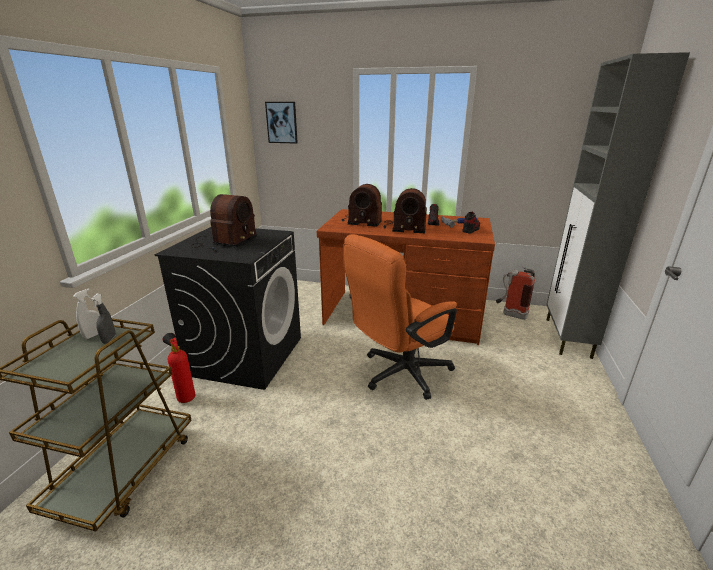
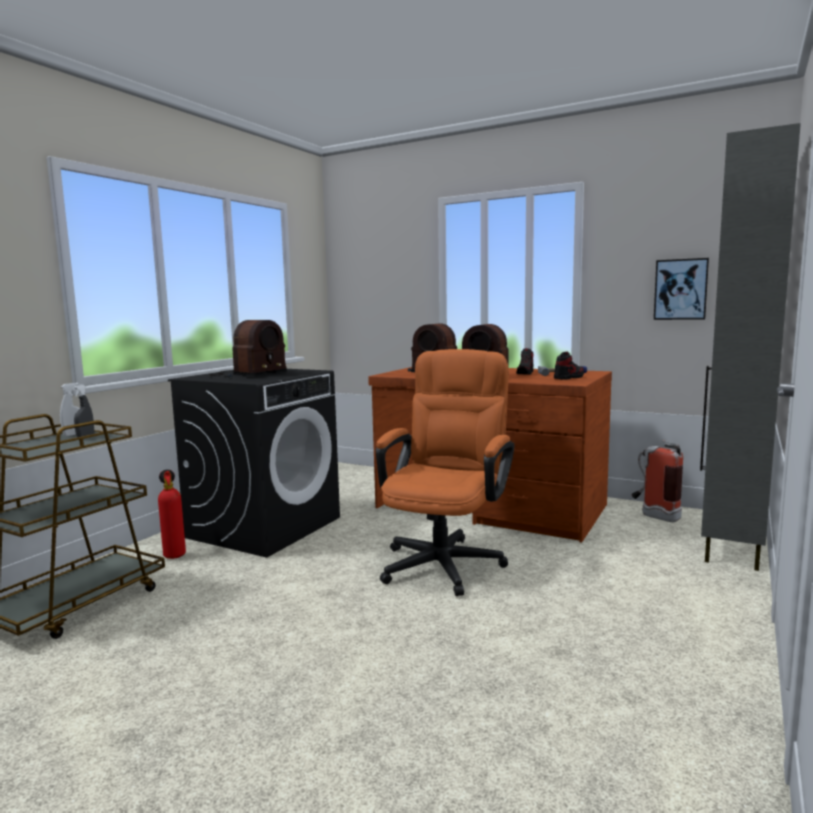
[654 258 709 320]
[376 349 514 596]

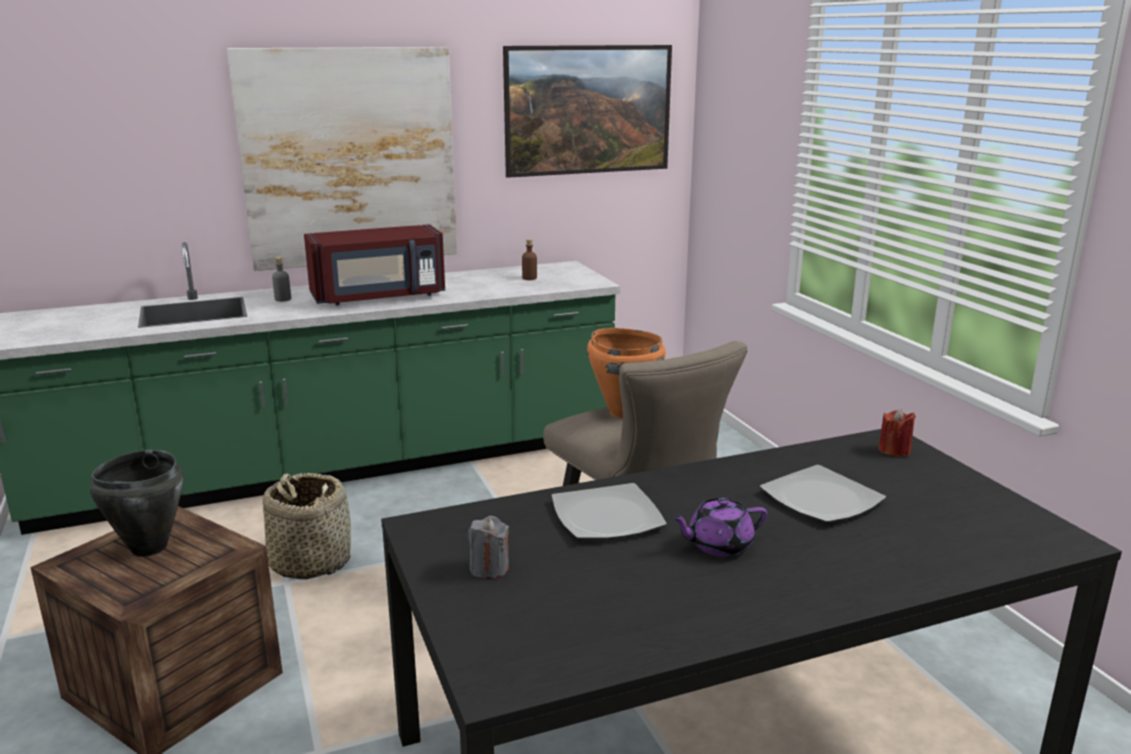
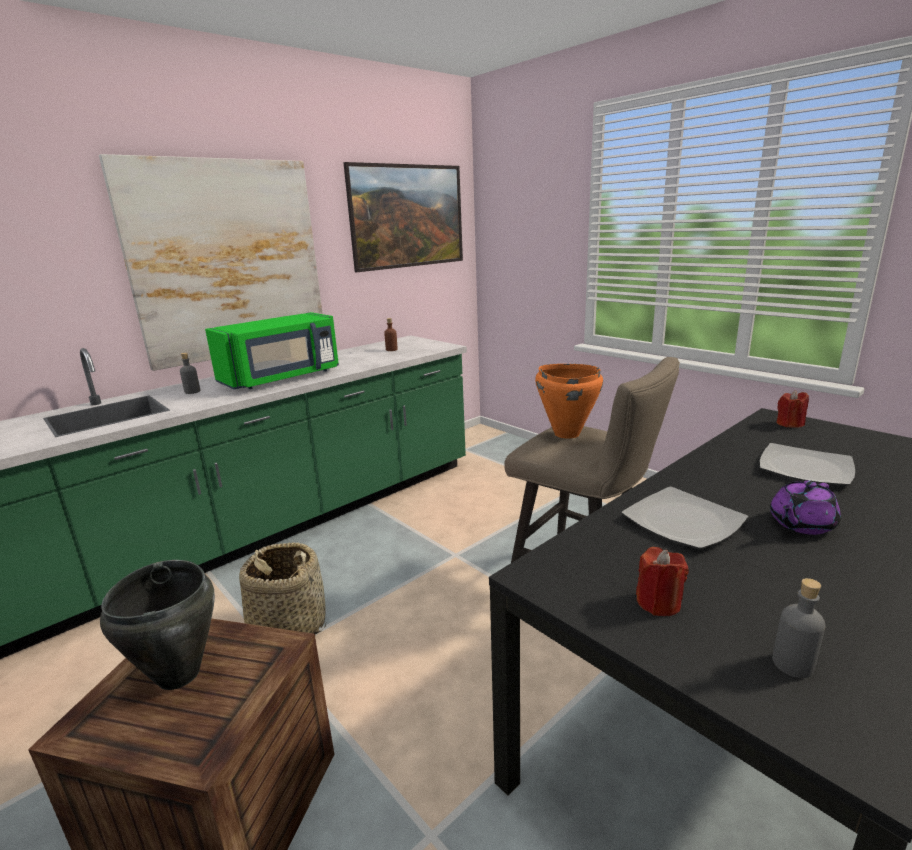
[772 578 825 678]
[205 312 339 390]
[636 547 689 616]

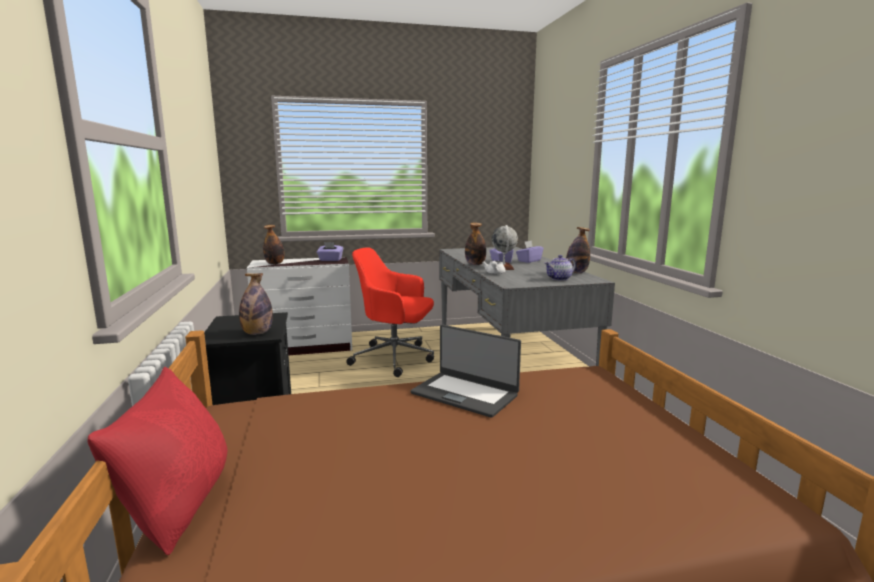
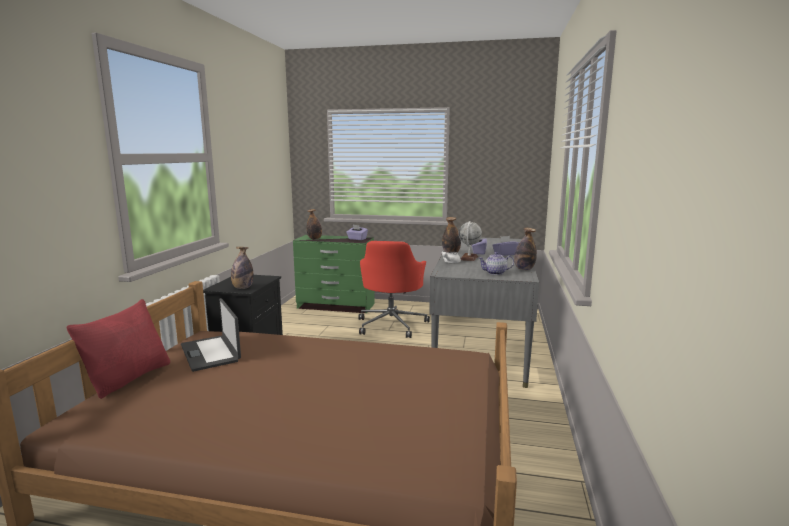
[181 298 241 372]
[293 235 375 313]
[358 241 430 338]

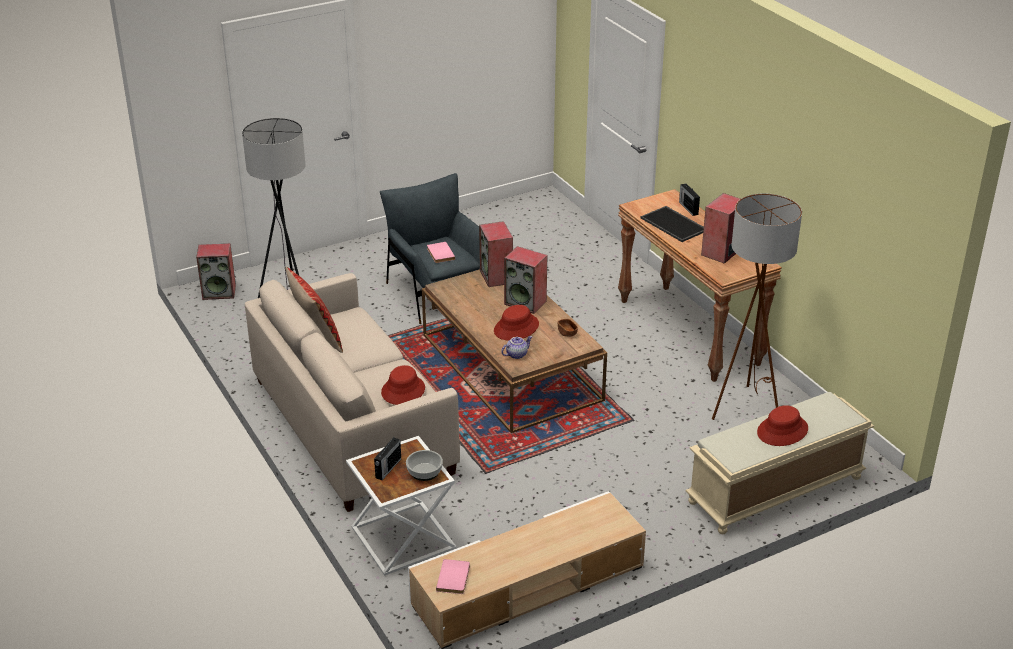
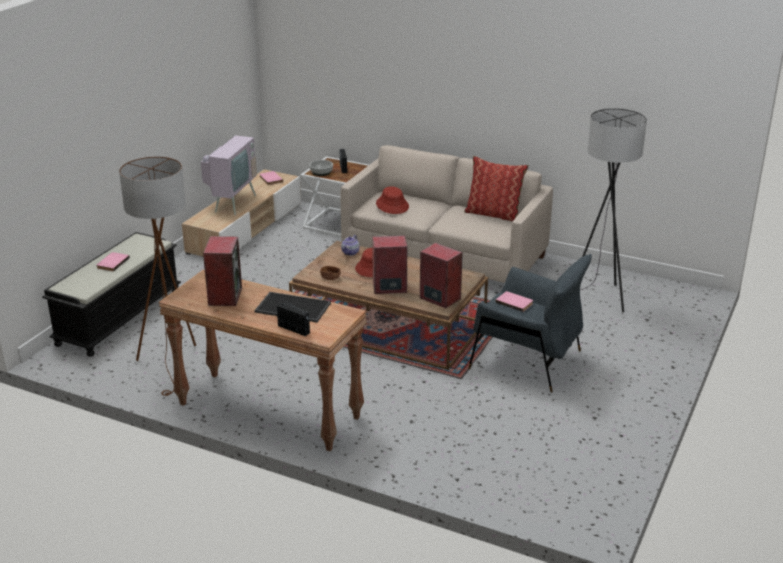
[196 243 236 300] (first image)
[199 125 257 215]
[97 252 130 271]
[42 232 181 357]

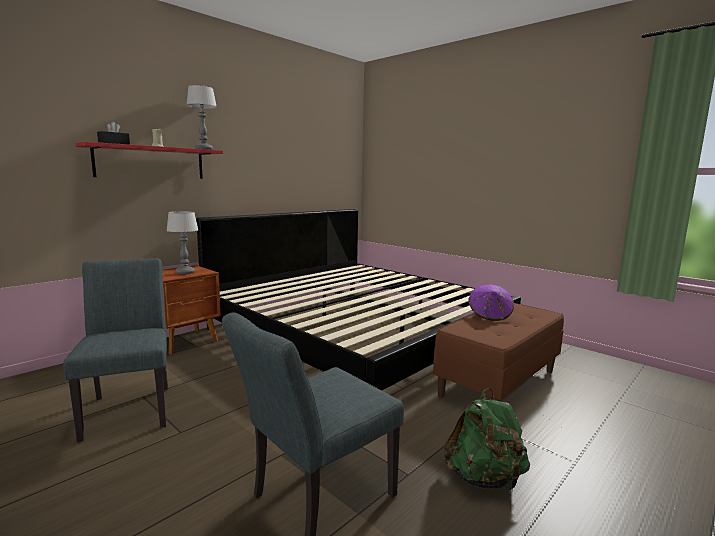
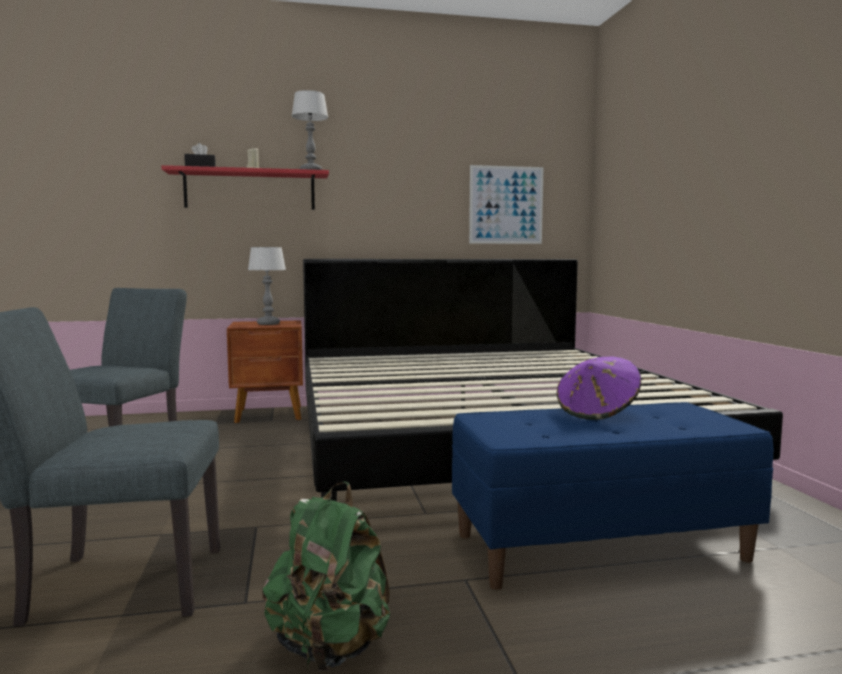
[469 165 544 244]
[452 402 773 590]

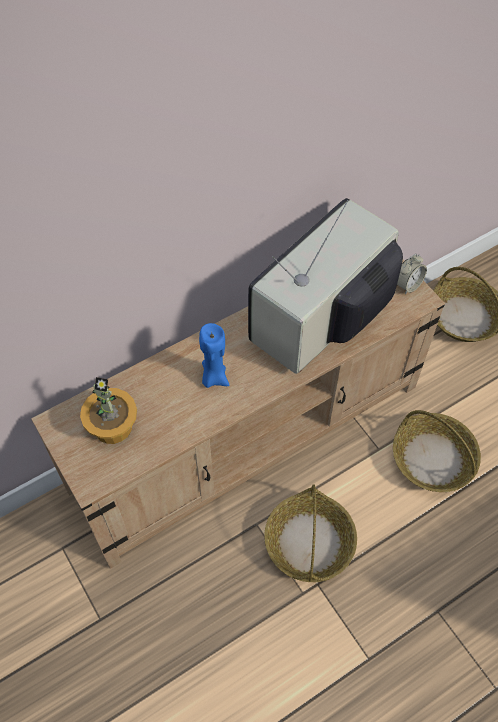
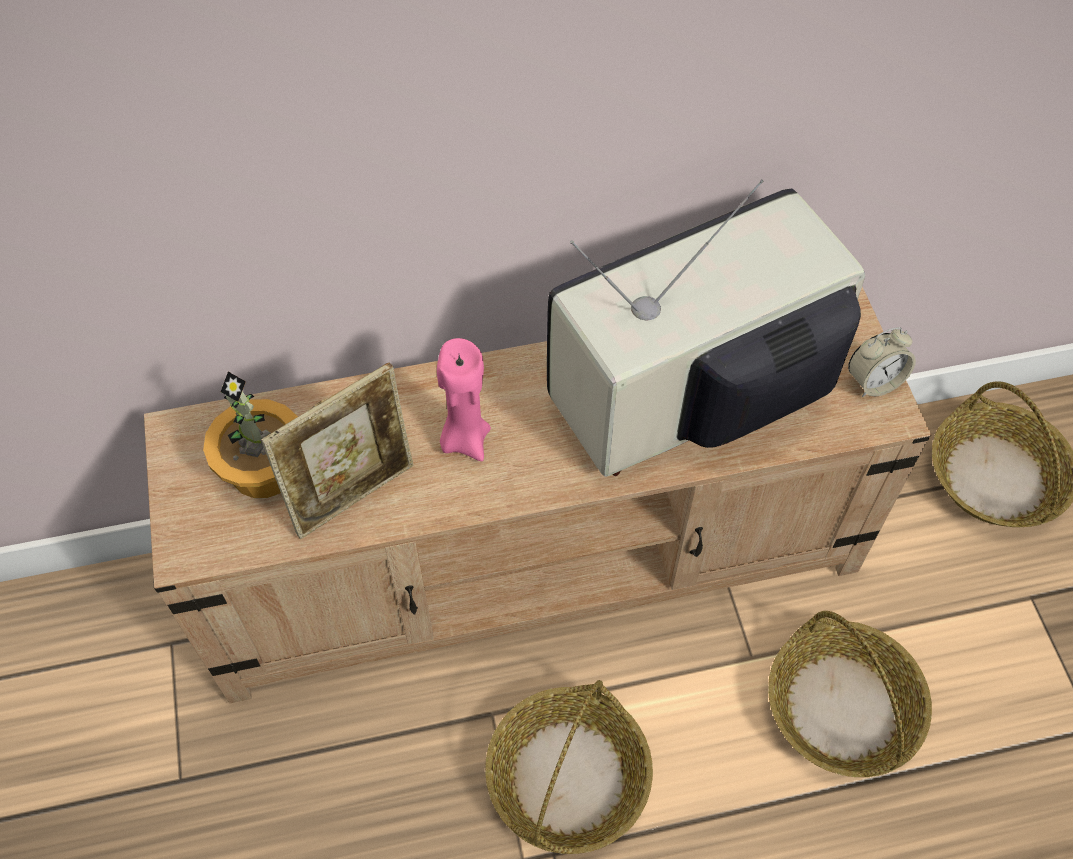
[261 363 413 539]
[437 338 491 461]

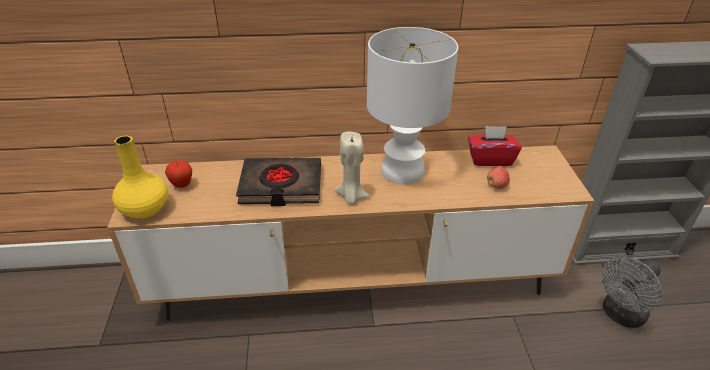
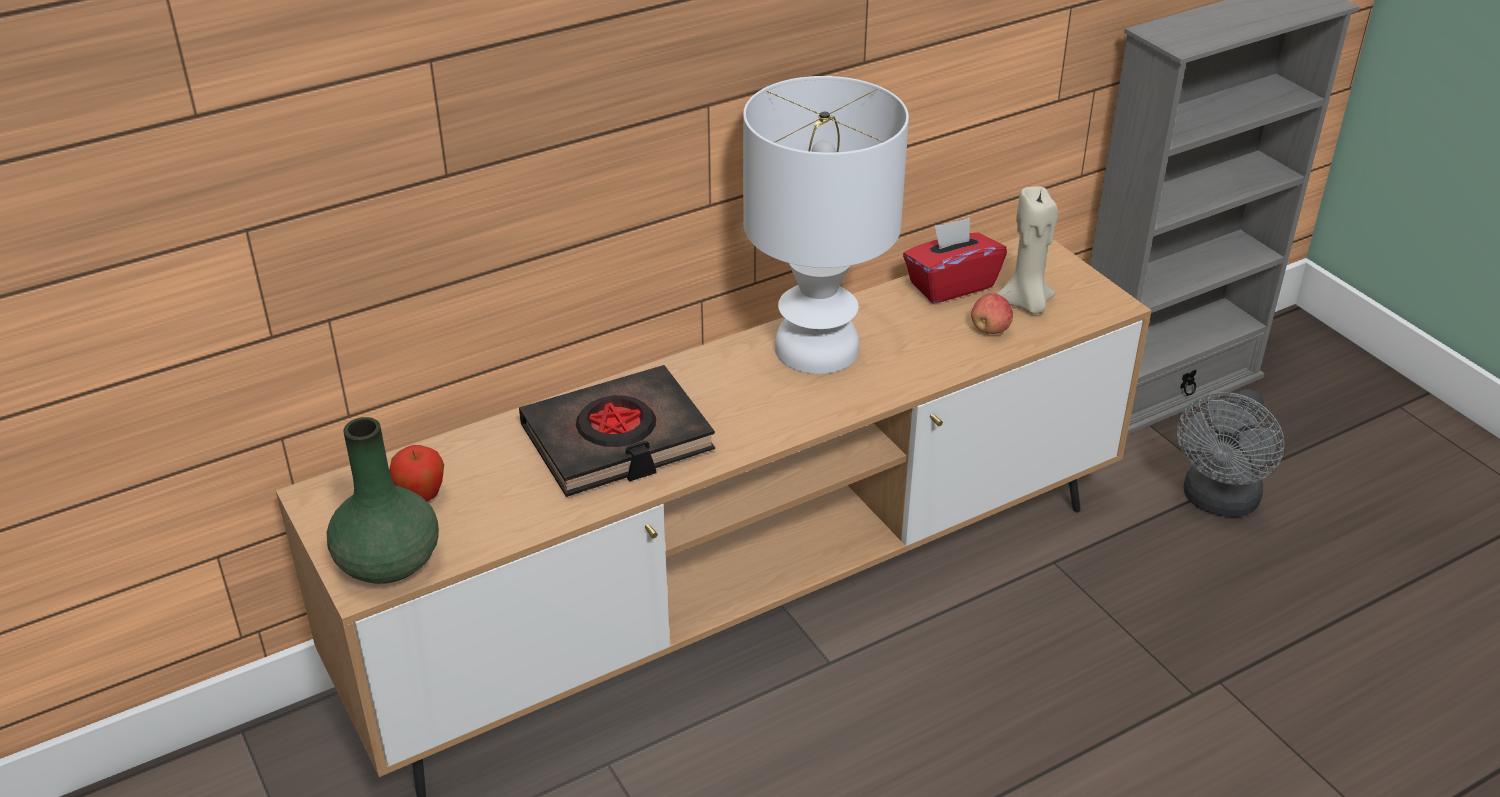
[997 187 1058 314]
[327 417 439 584]

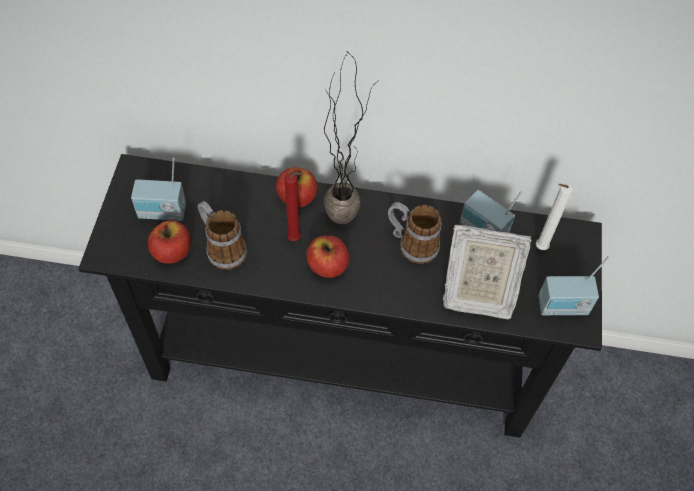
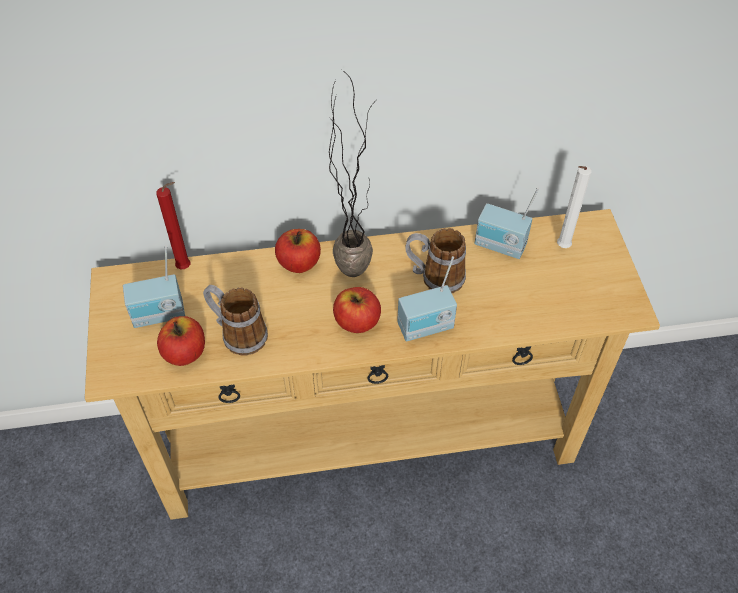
[443 225 532 319] (first image)
[156 182 190 269]
[397 256 457 341]
[85 209 660 520]

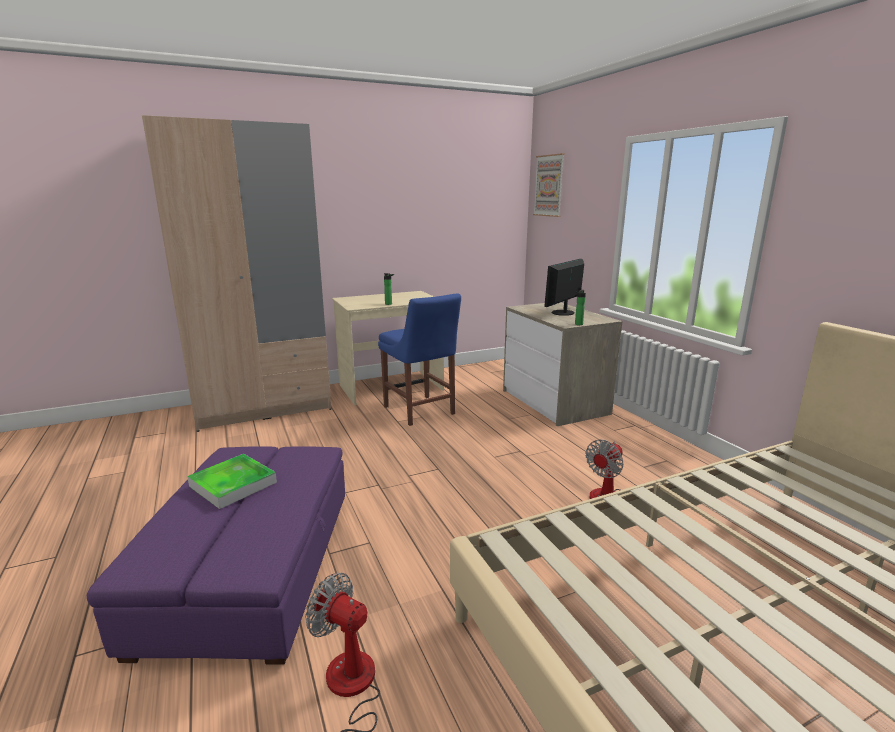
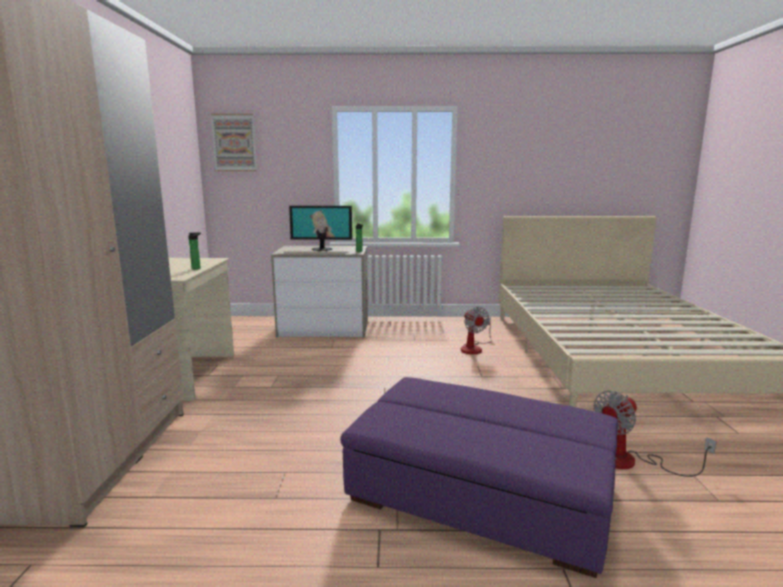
[187 454 277 509] (first image)
[378 294 461 426] (first image)
[289 206 352 251]

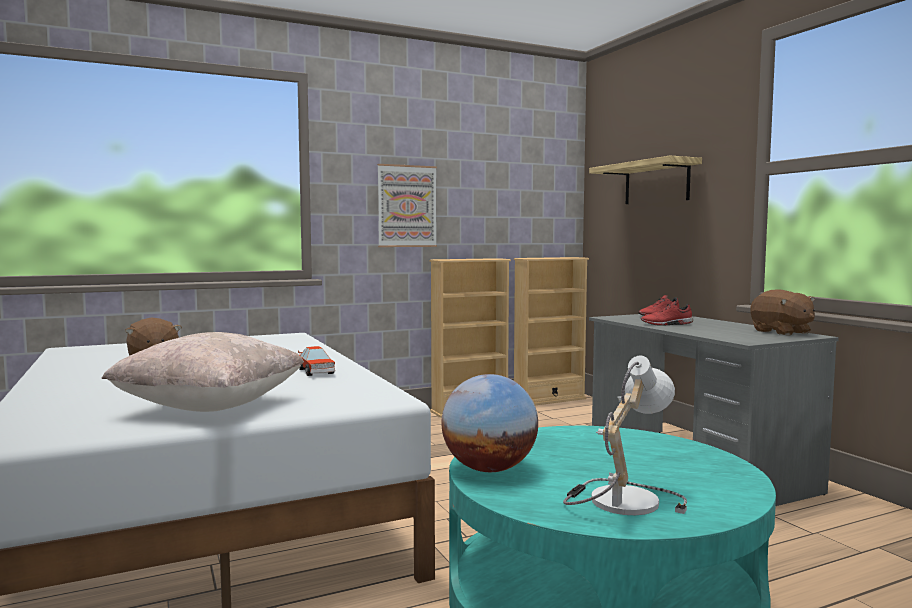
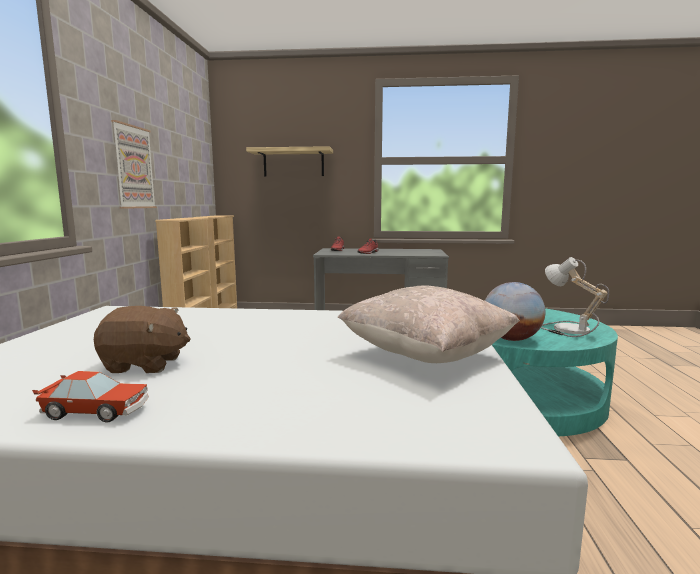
[750 290 815 336] (first image)
[32 371 149 422]

